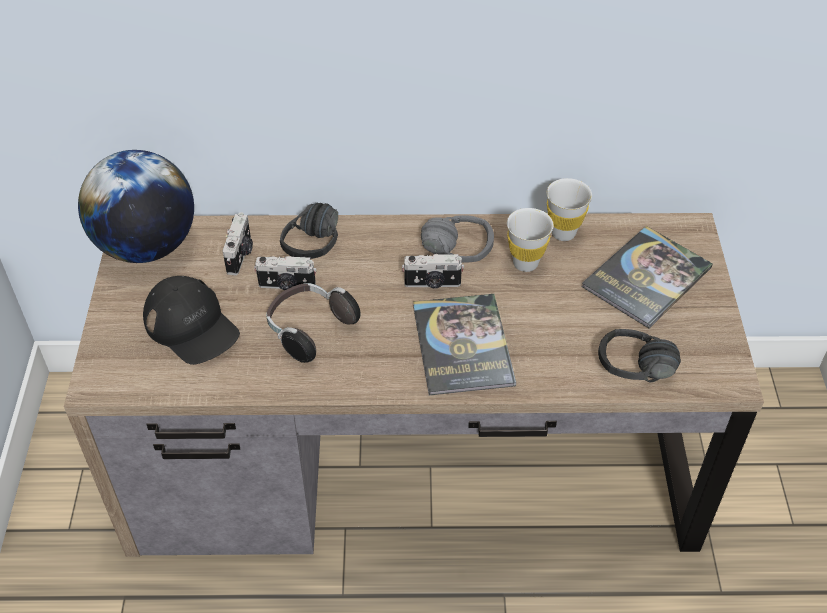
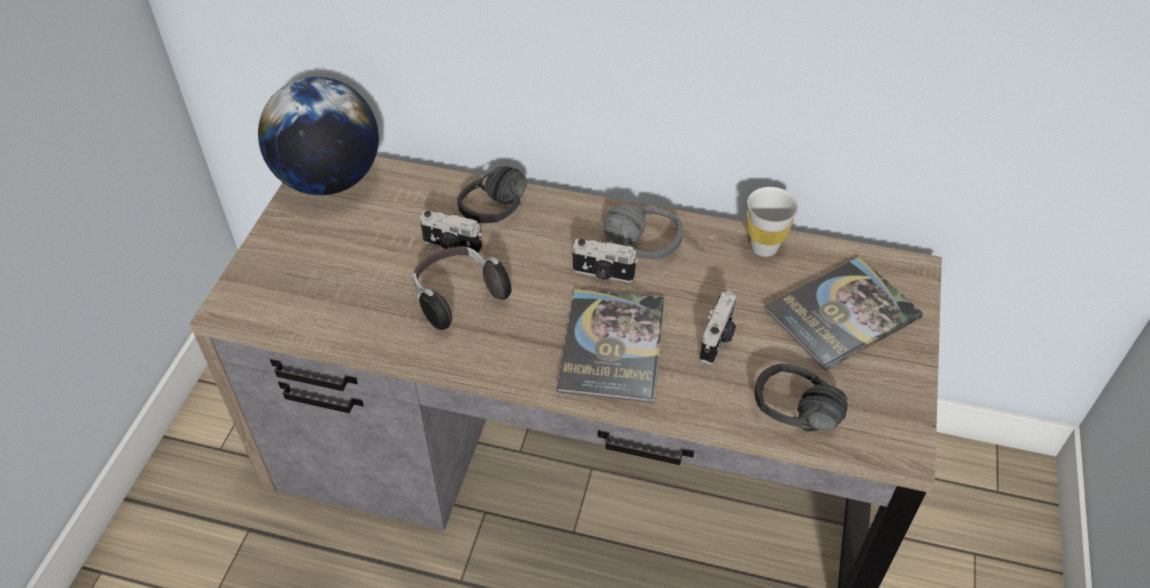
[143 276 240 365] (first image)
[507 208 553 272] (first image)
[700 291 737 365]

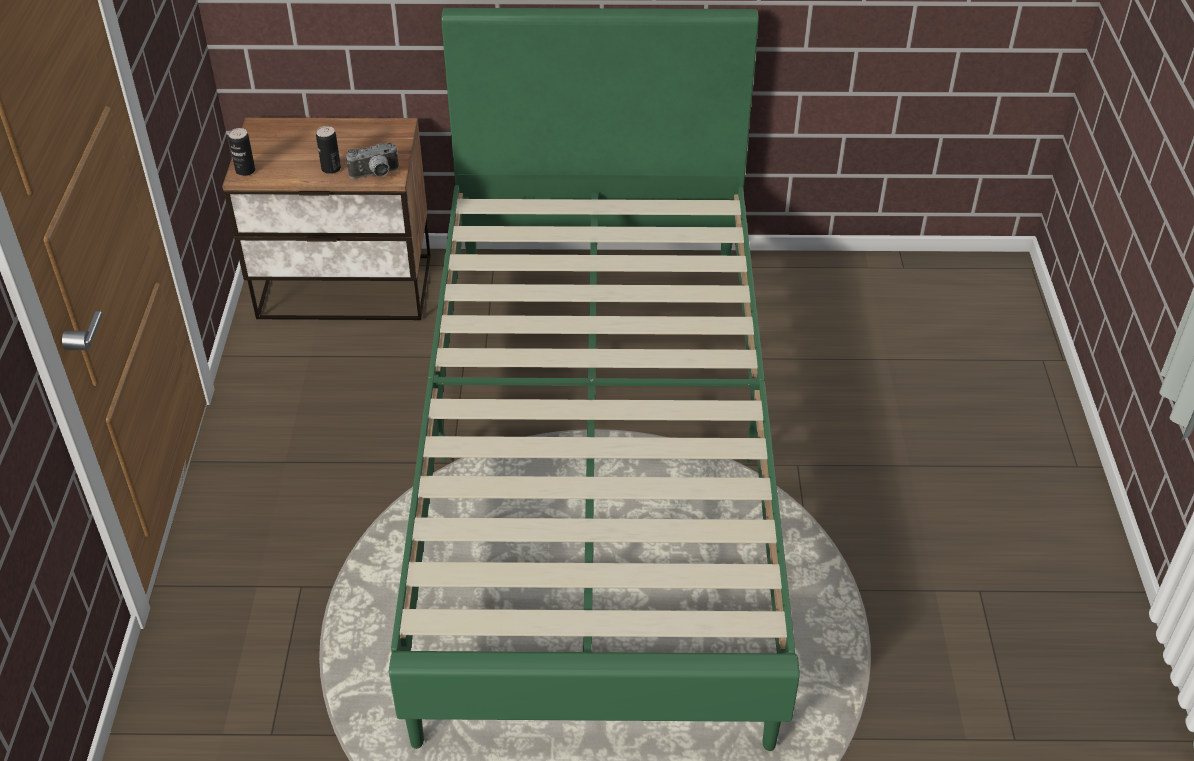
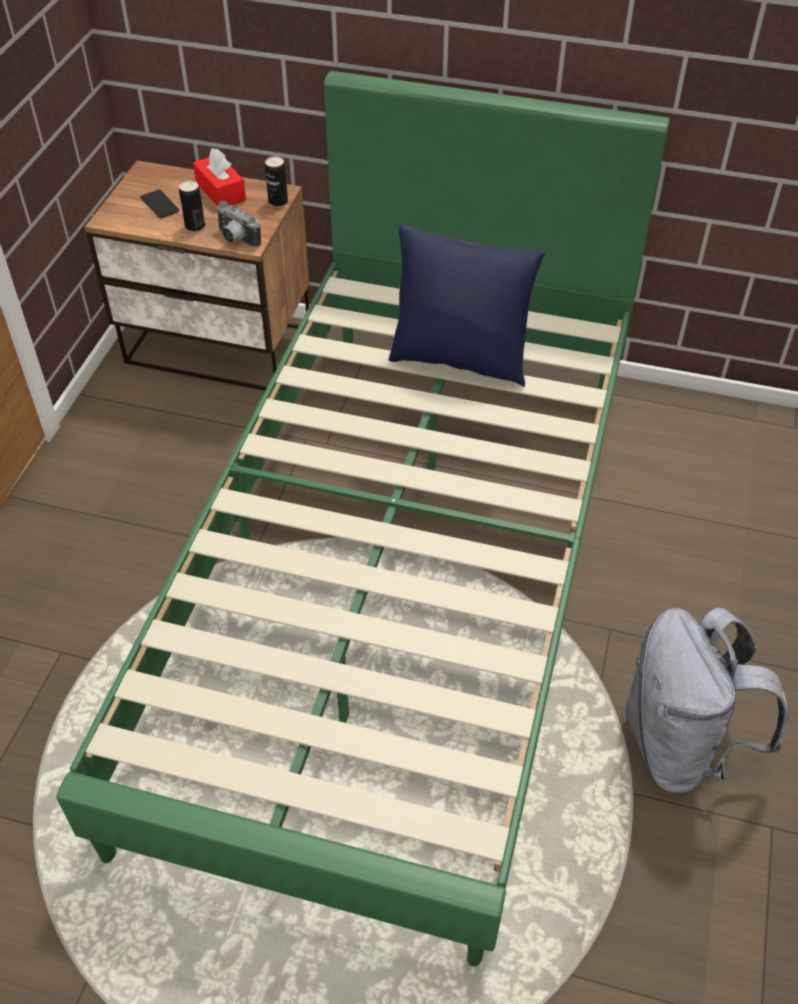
[140 190 179 218]
[193 148 246 206]
[389 223 546 387]
[623 608 789 793]
[265 156 288 206]
[216 201 261 248]

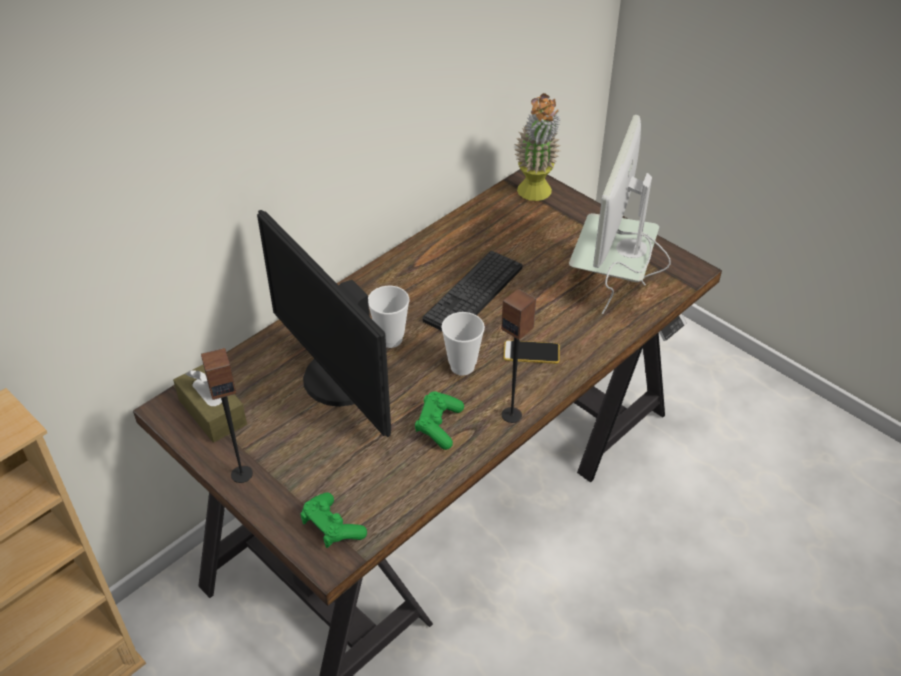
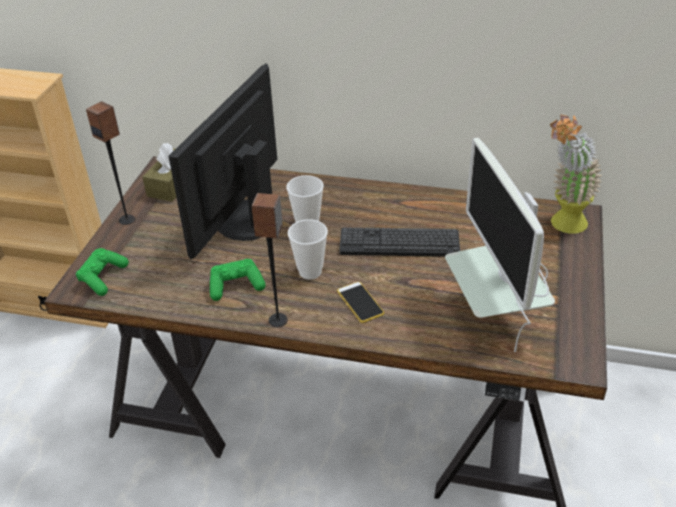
[445 138 555 352]

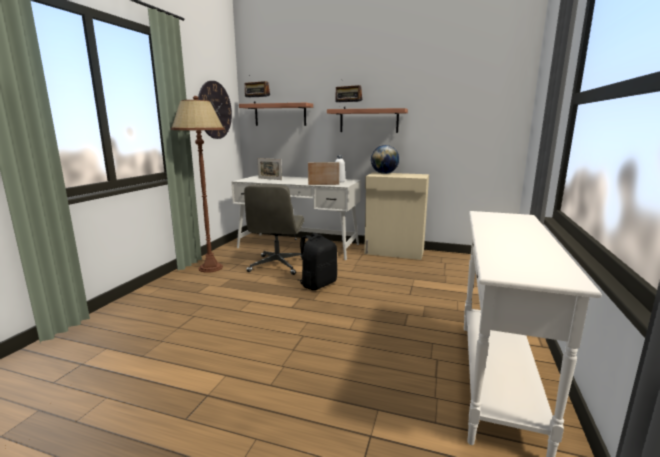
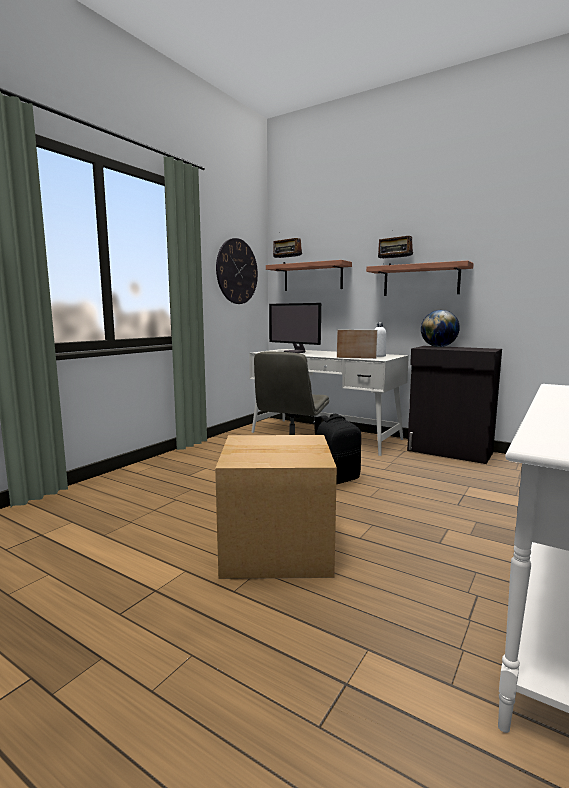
[170 96 224 273] (first image)
[215 435 337 579]
[269 303 321 353]
[407 346 502 464]

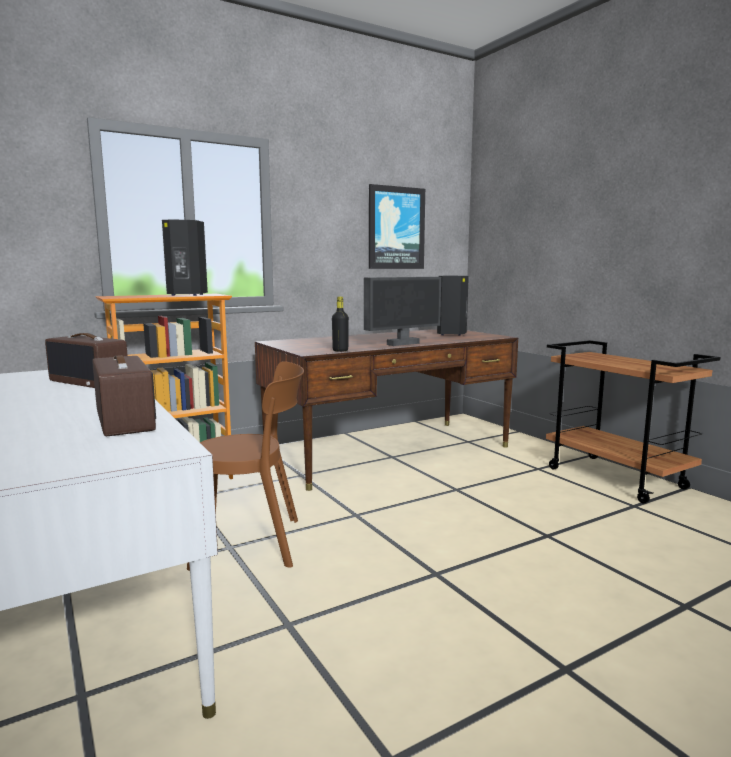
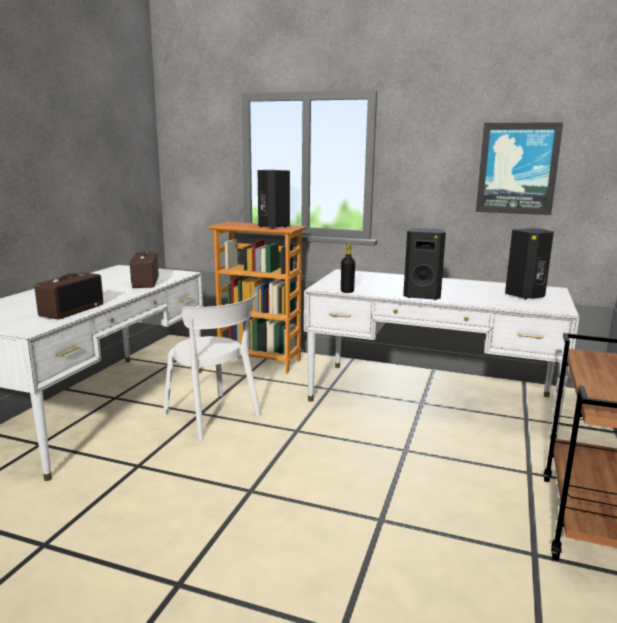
[403 228 446 300]
[163 292 261 440]
[304 269 579 440]

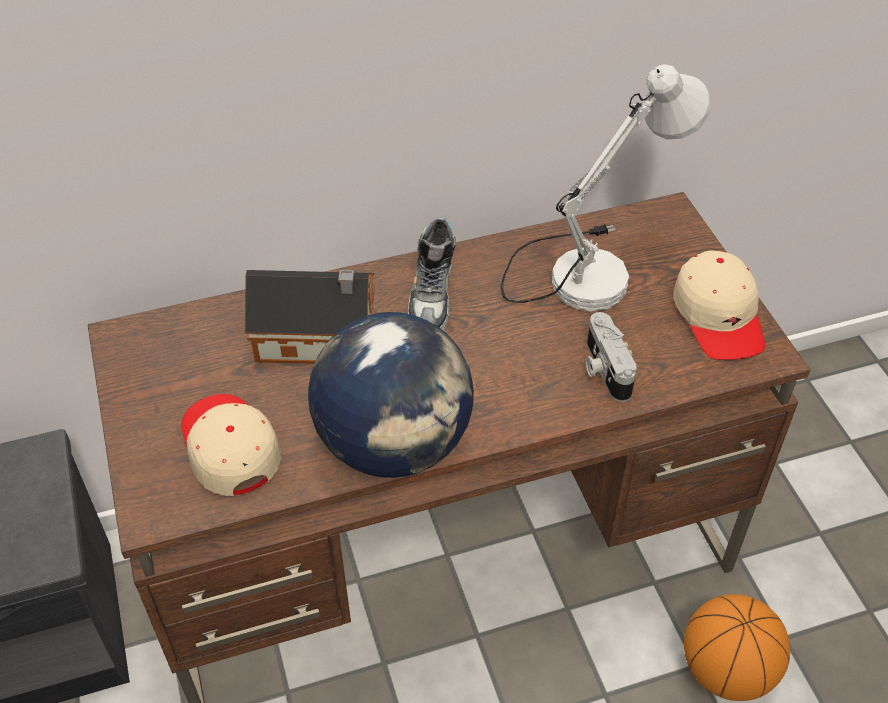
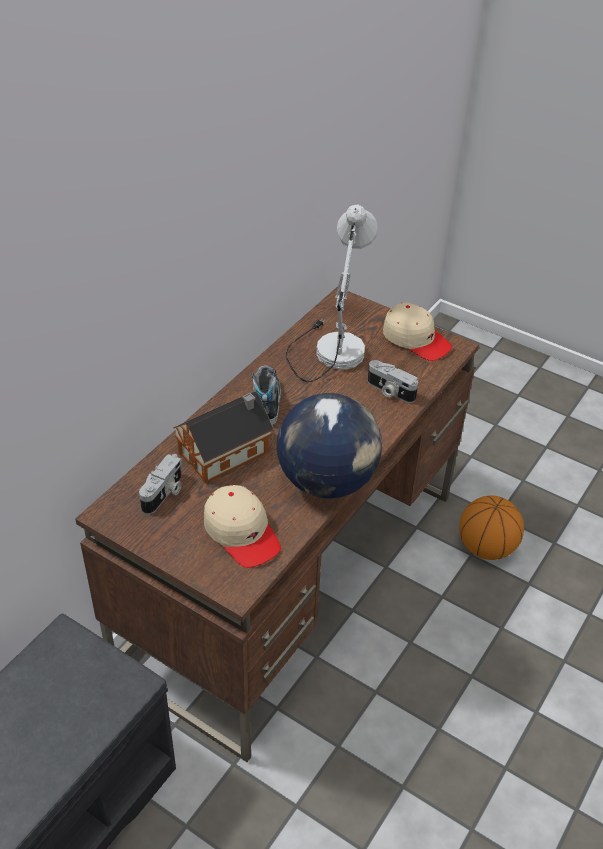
[139 454 182 514]
[204 485 281 568]
[251 365 281 425]

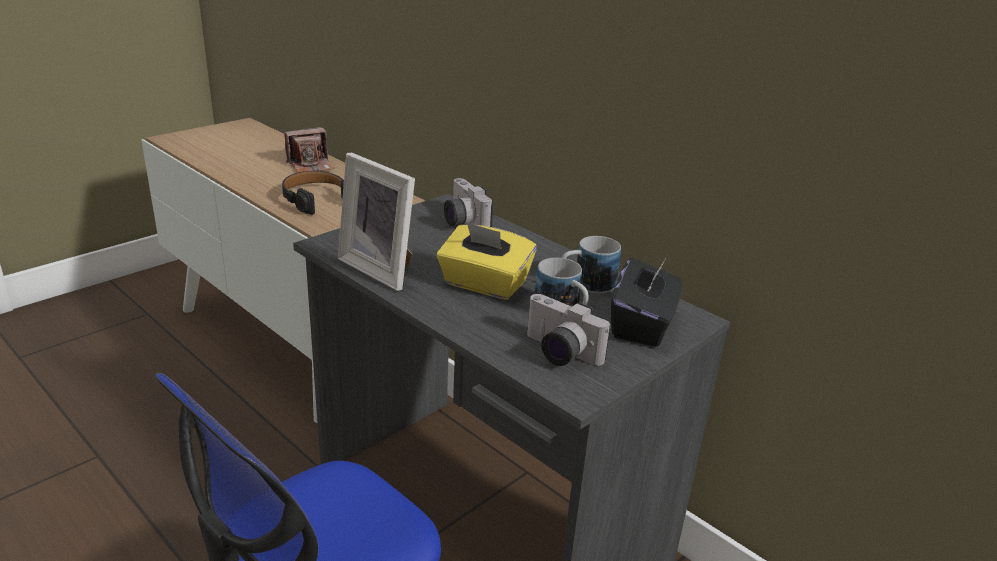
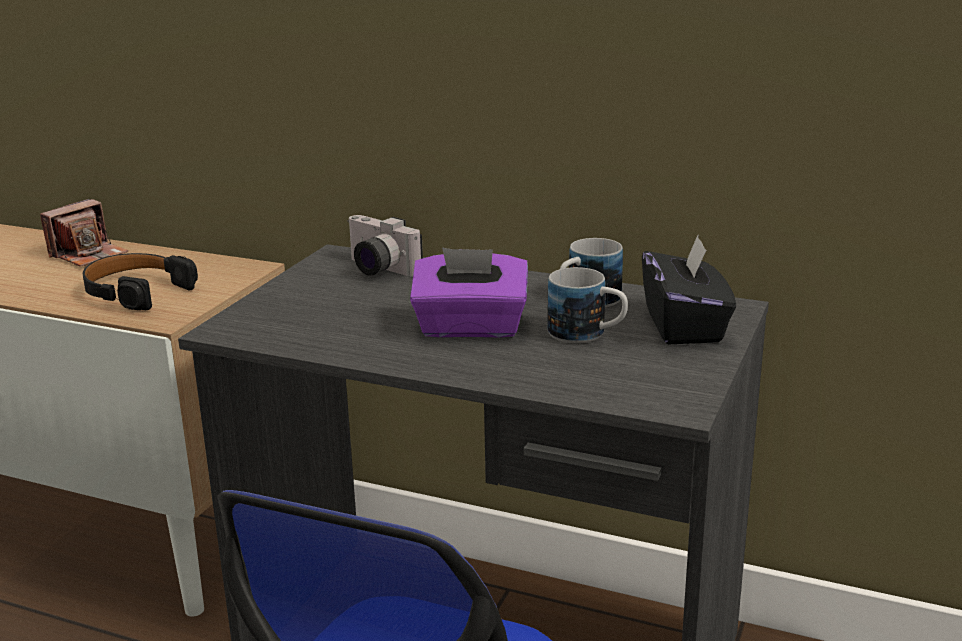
[338 153 415 291] (first image)
[527 294 610 366] (first image)
[410 248 528 337]

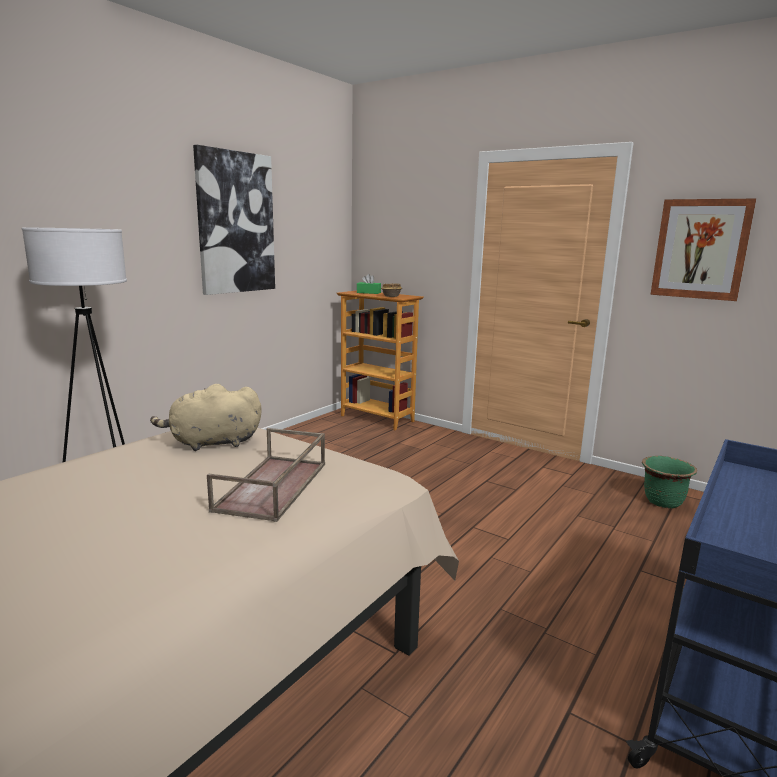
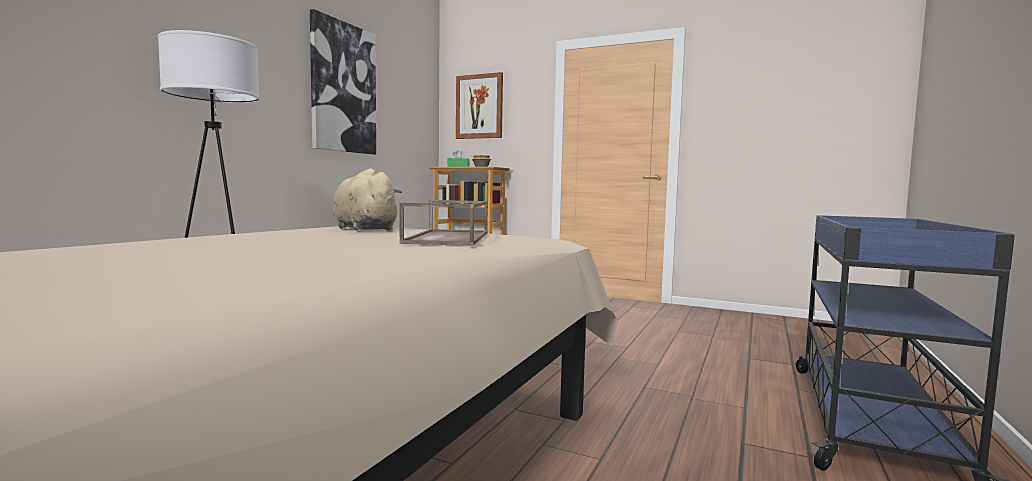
[642 456 697 508] (first image)
[456 72 503 139]
[333 168 402 230]

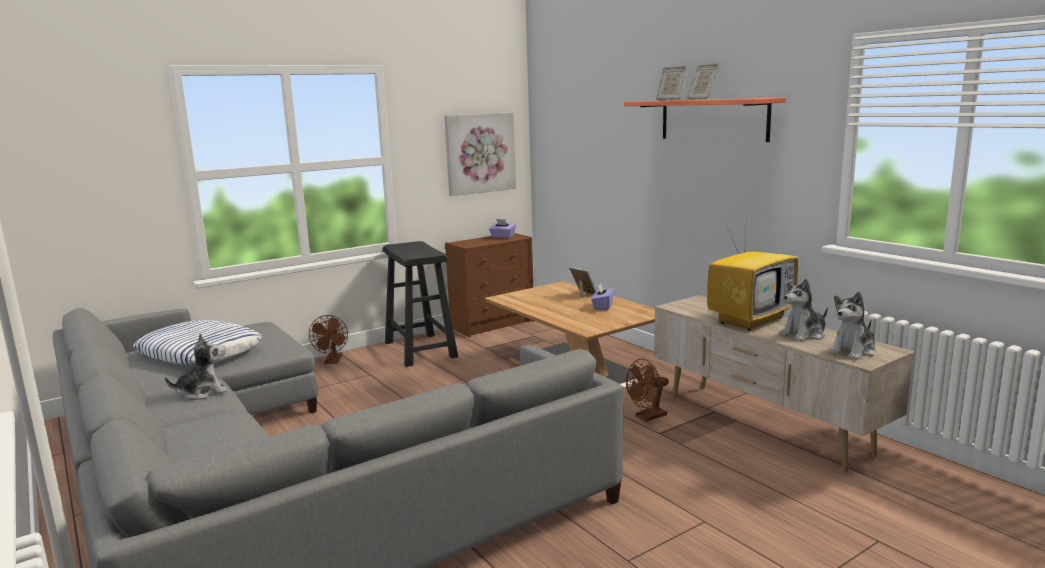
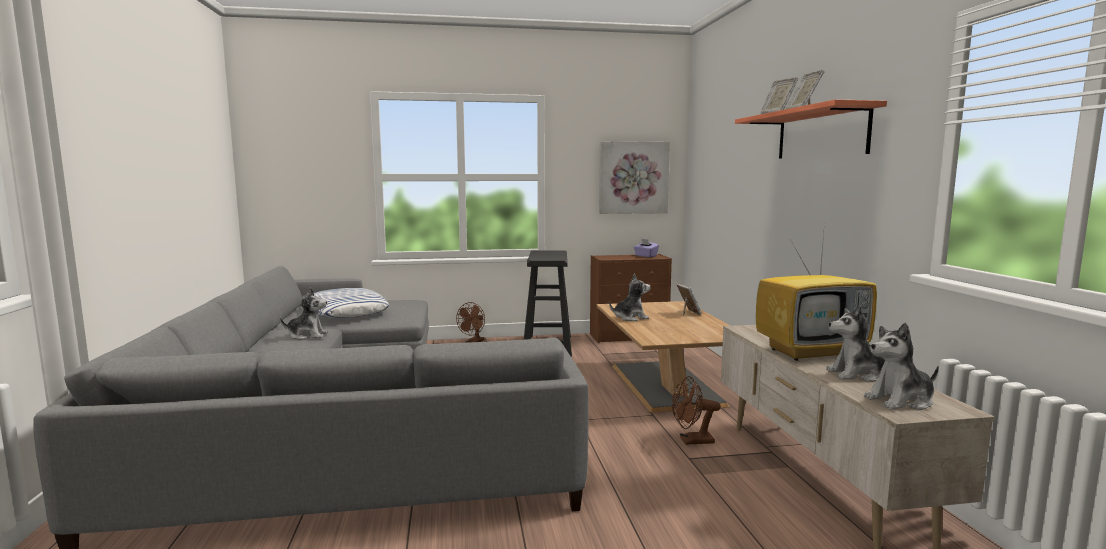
[591 284 614 310] (first image)
[609 273 650 321]

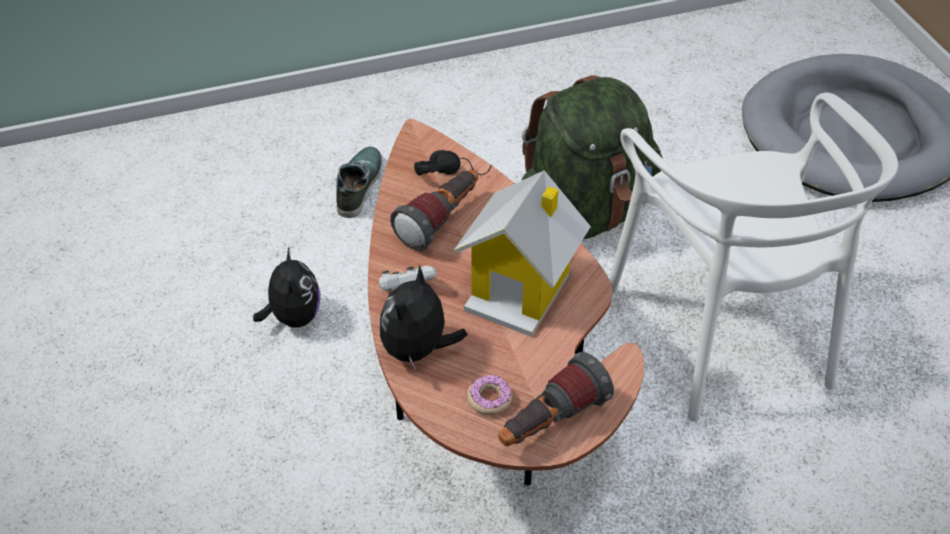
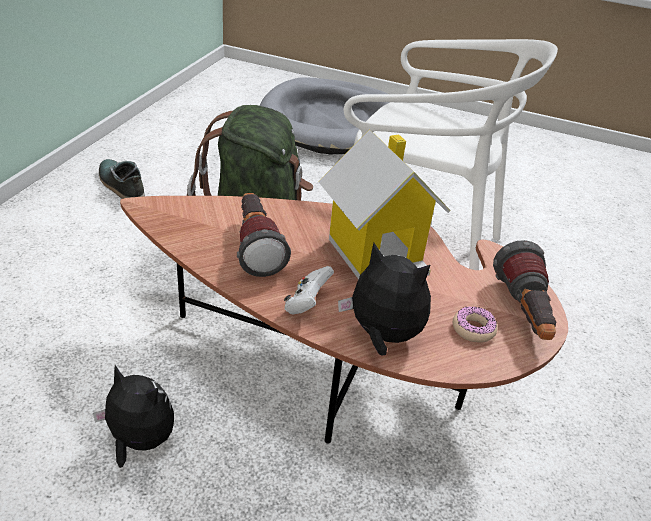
[414 150 492 176] (first image)
[99 159 145 199]
[338 243 431 356]

